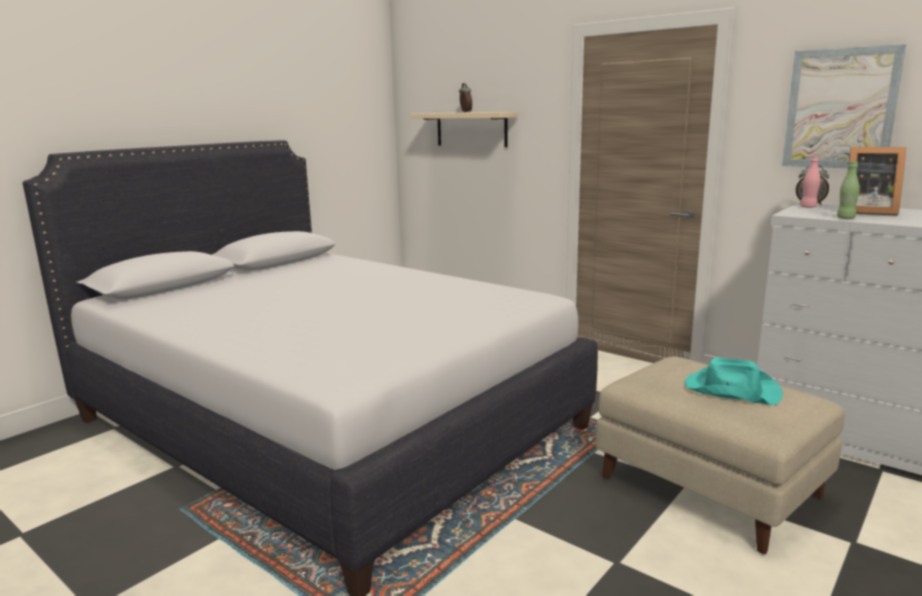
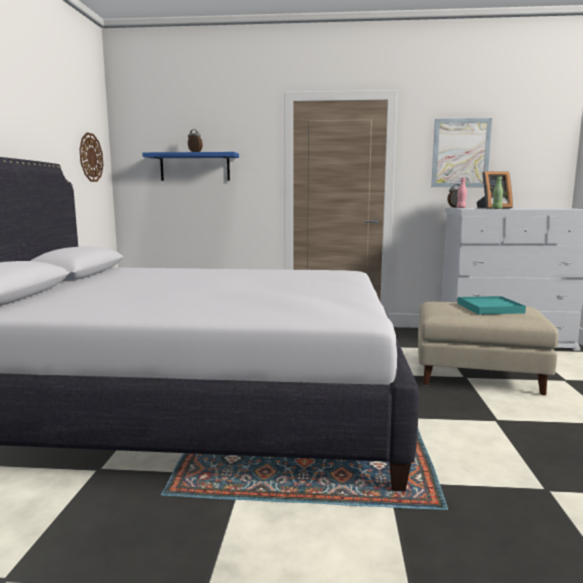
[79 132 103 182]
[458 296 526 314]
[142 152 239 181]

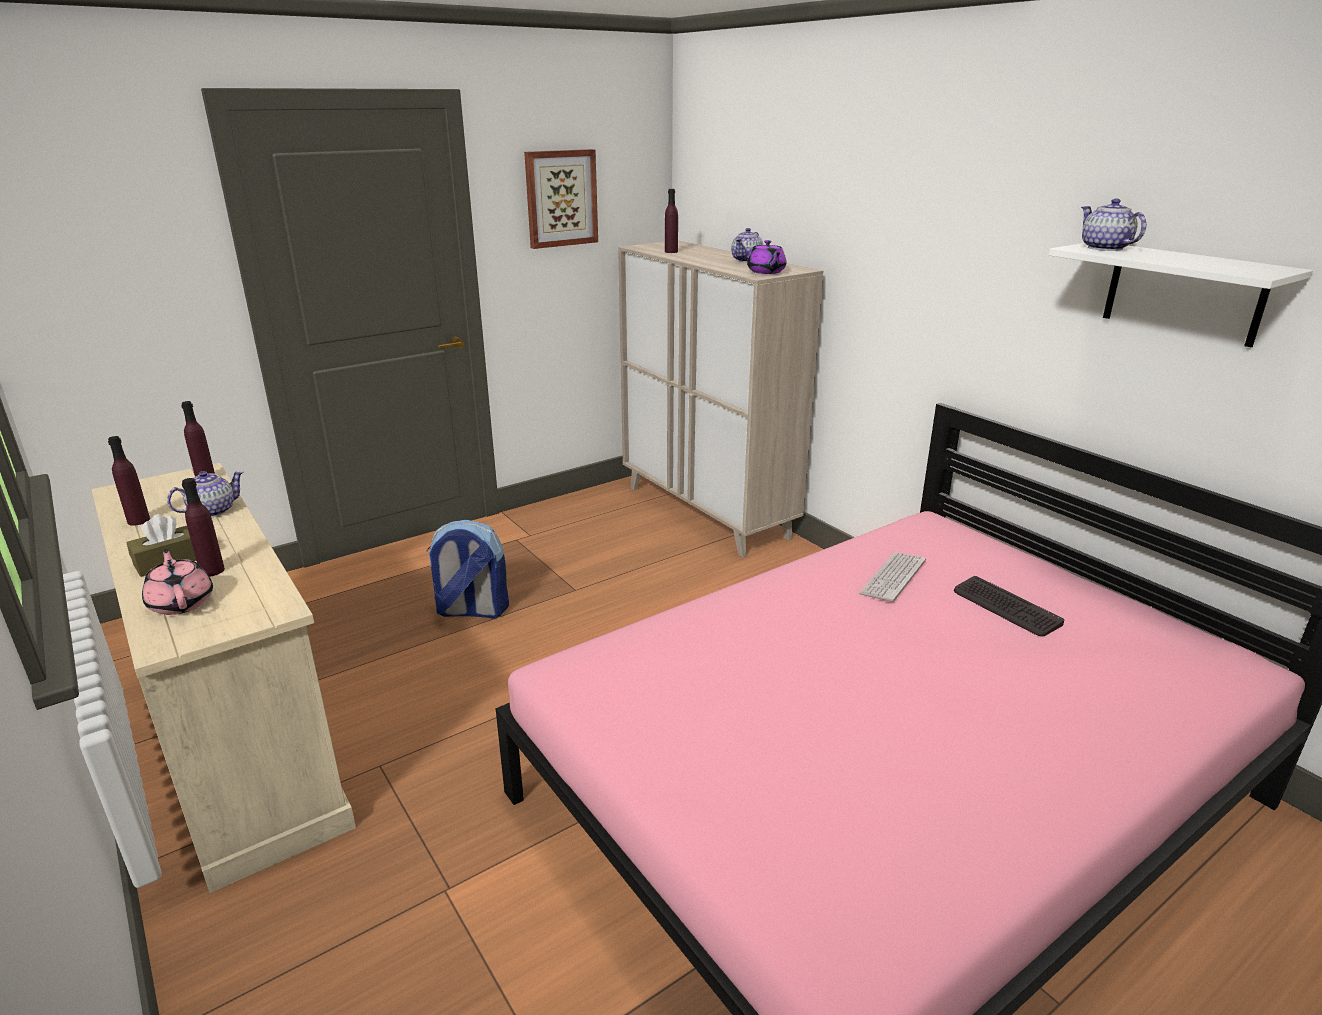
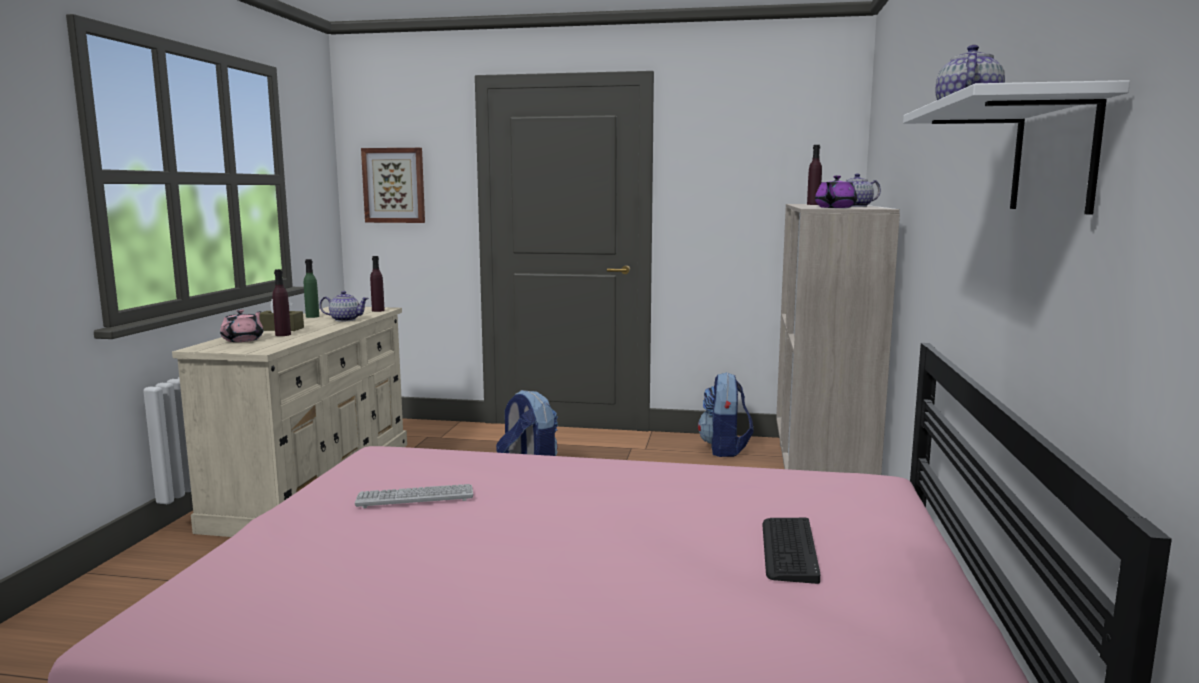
[698 372 754 457]
[361 148 425 223]
[355 484 473 508]
[304 259 319 318]

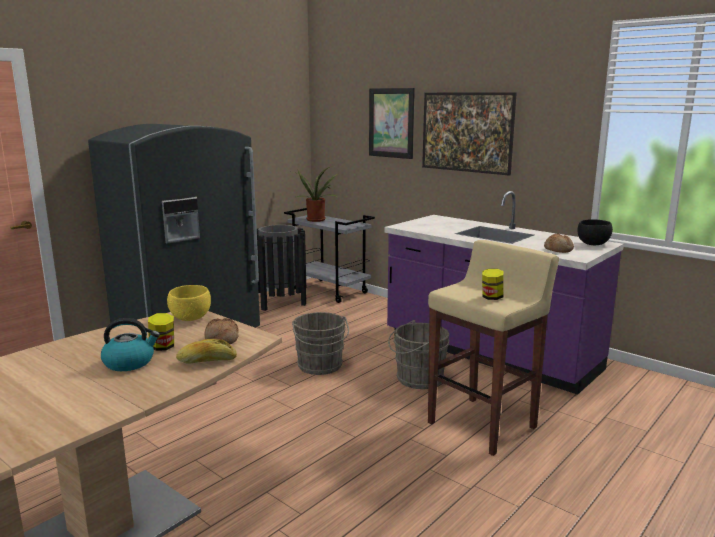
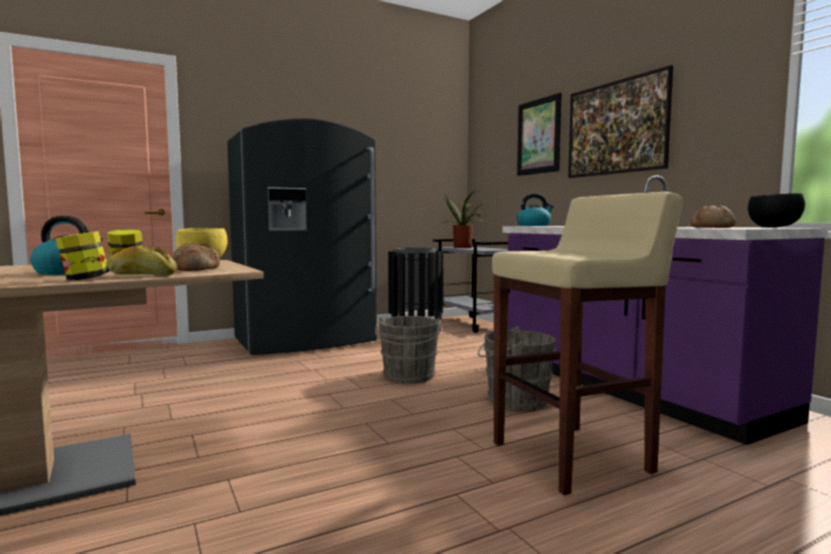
[517 194 554 226]
[55 231 109 280]

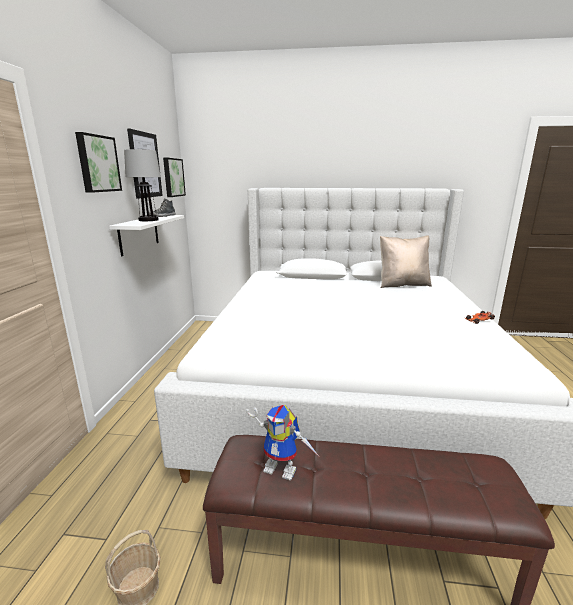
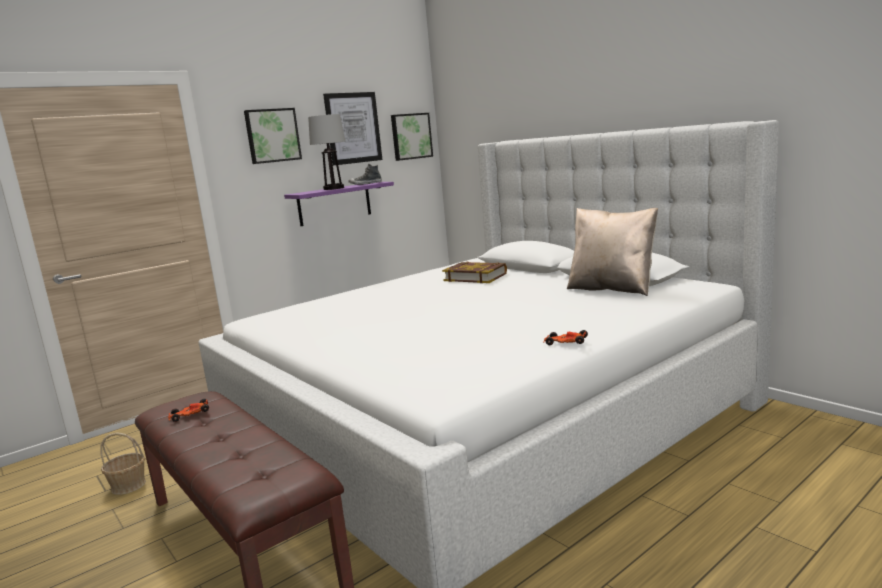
[442 262 507 283]
[168 399 209 422]
[284 182 394 226]

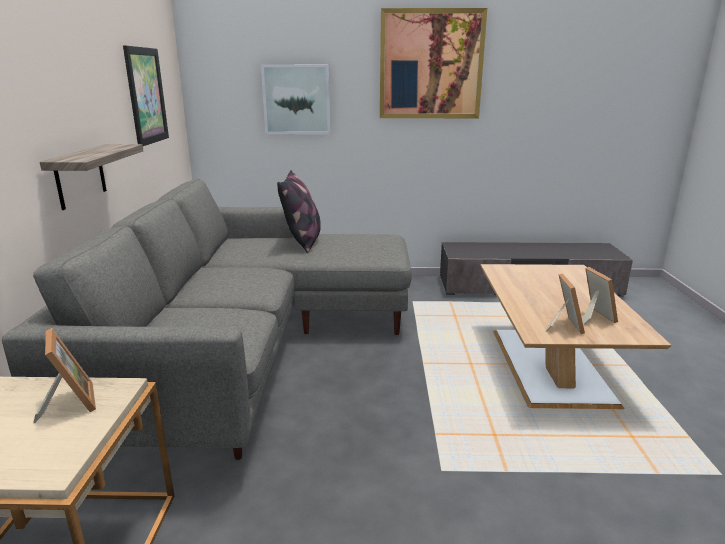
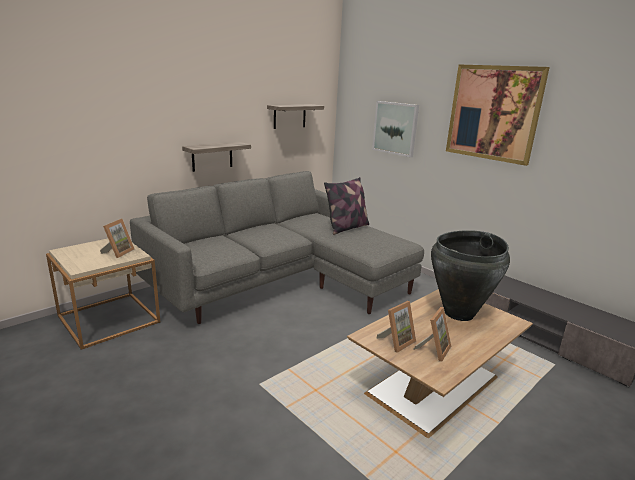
[431 230 510 321]
[267 104 324 129]

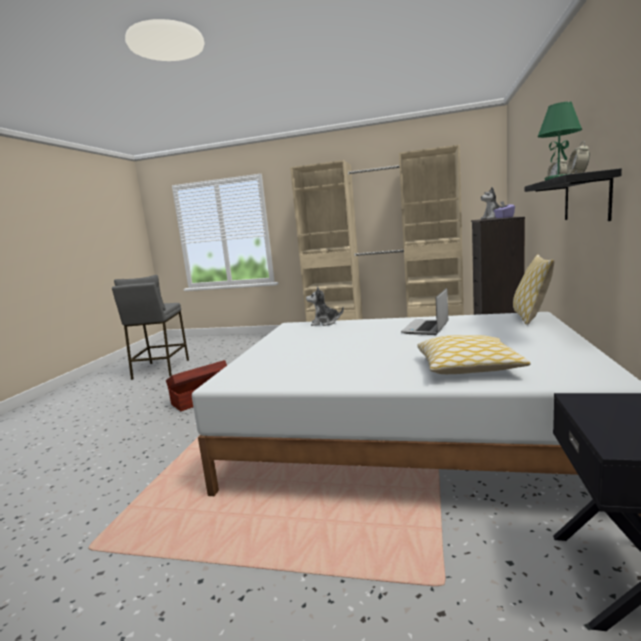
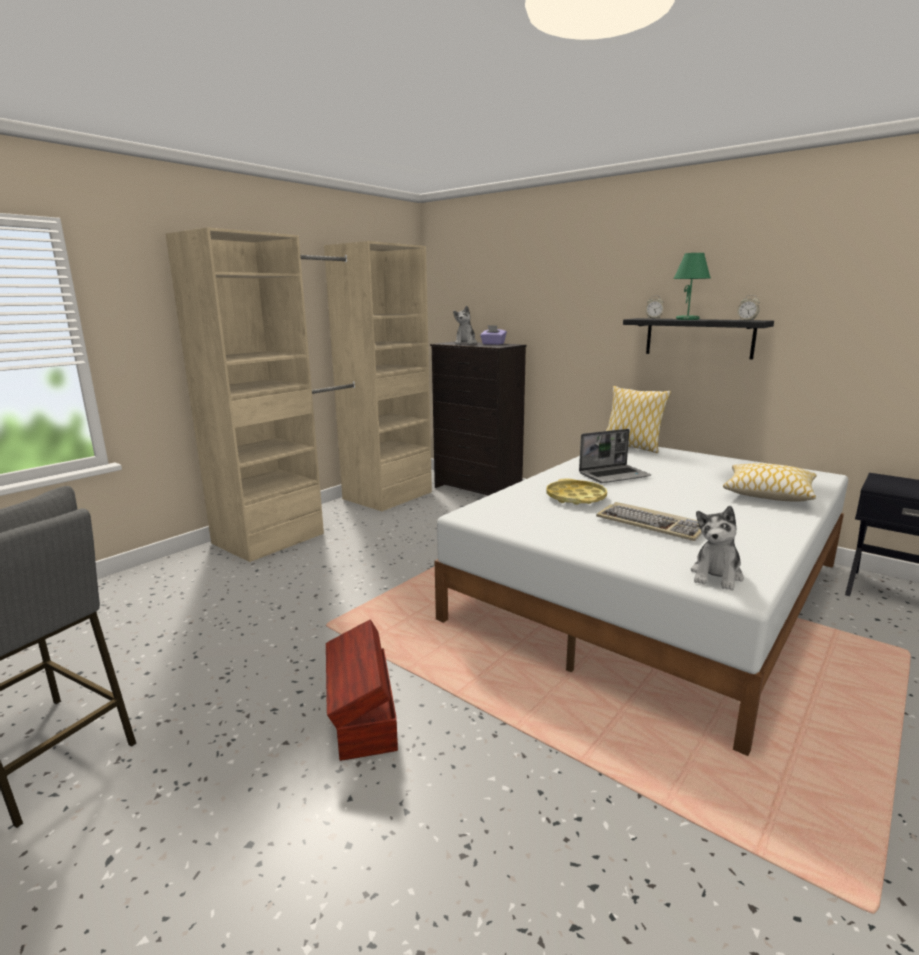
[546 478 607 505]
[596 502 702 541]
[691 506 744 590]
[579 429 651 483]

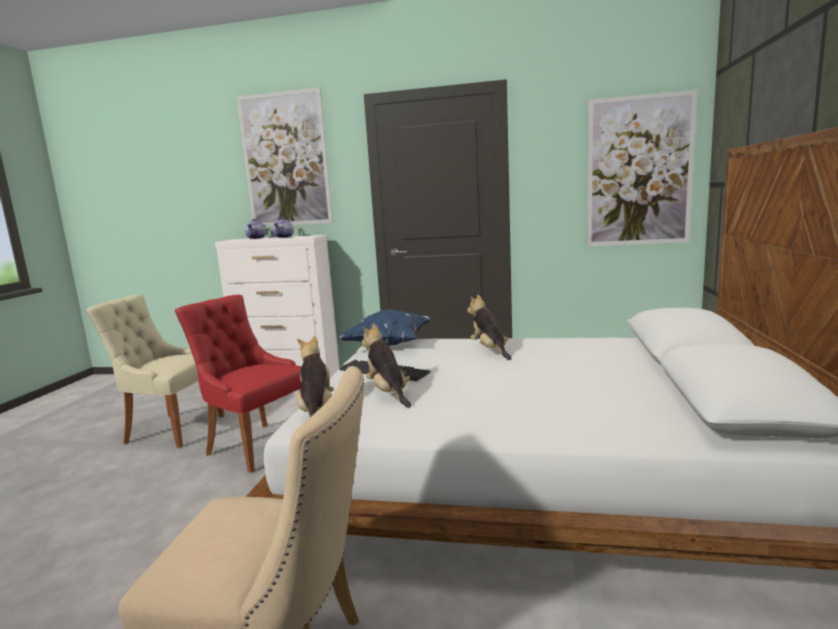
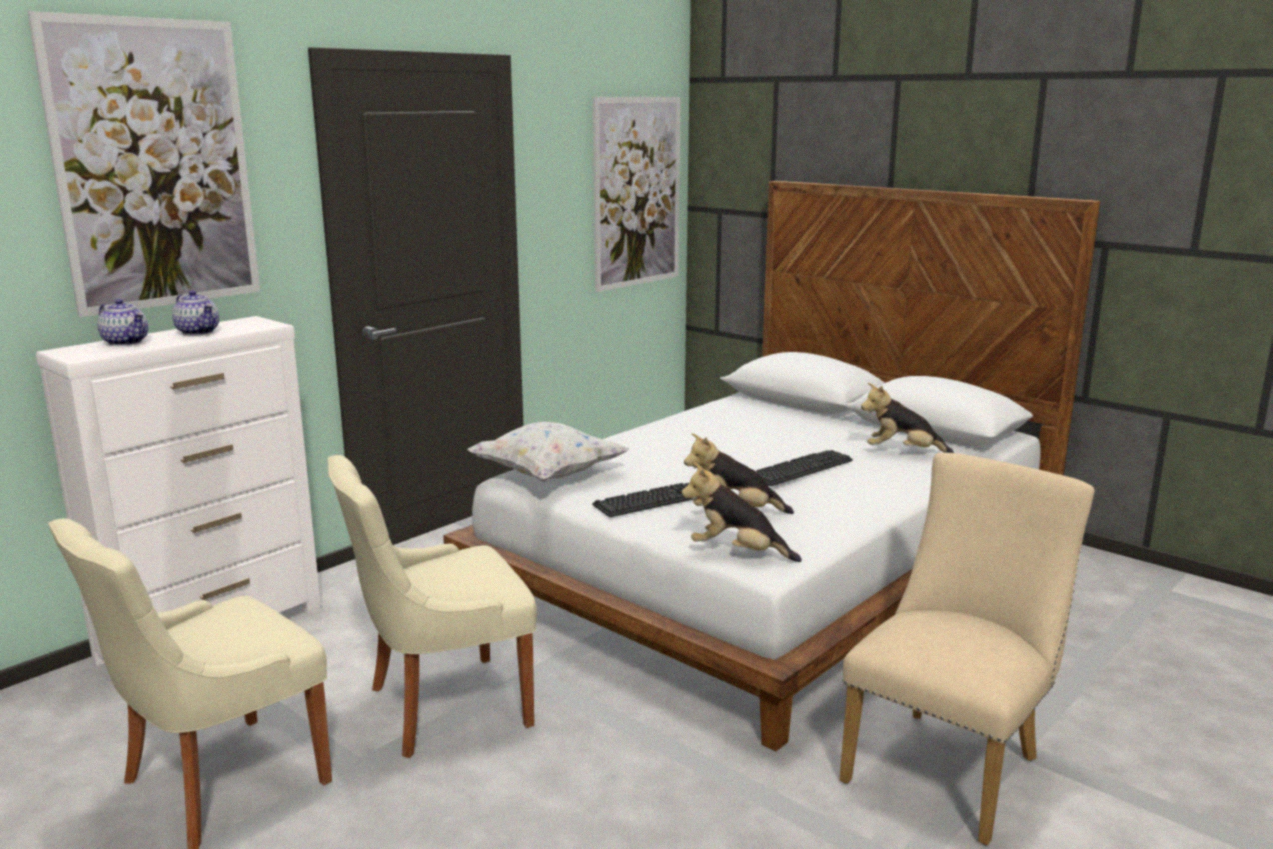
[756 450 853 486]
[861 383 954 453]
[327 455 537 758]
[467 422 630 482]

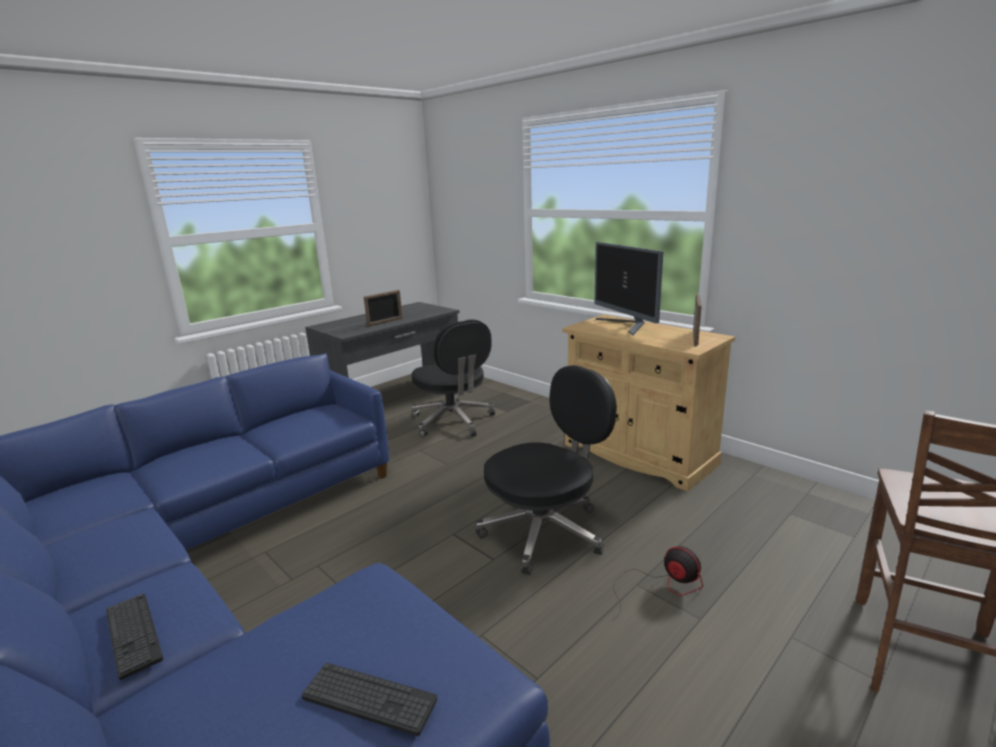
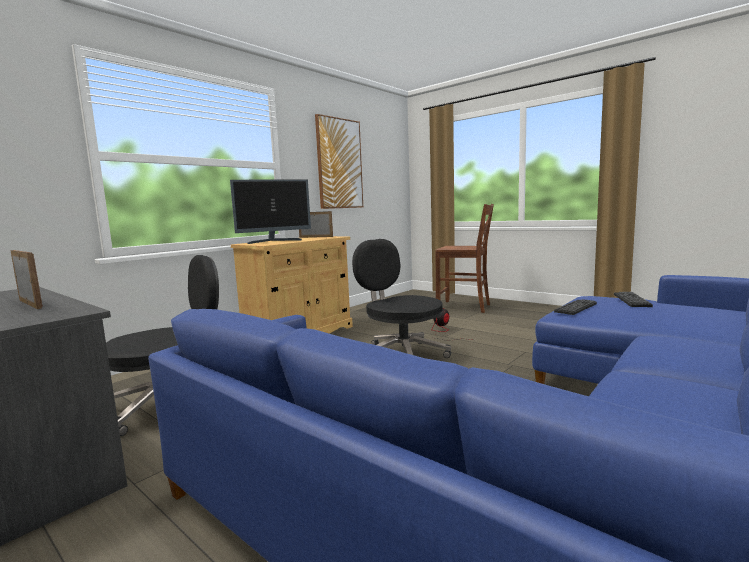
[315 114 363 209]
[554 299 597 315]

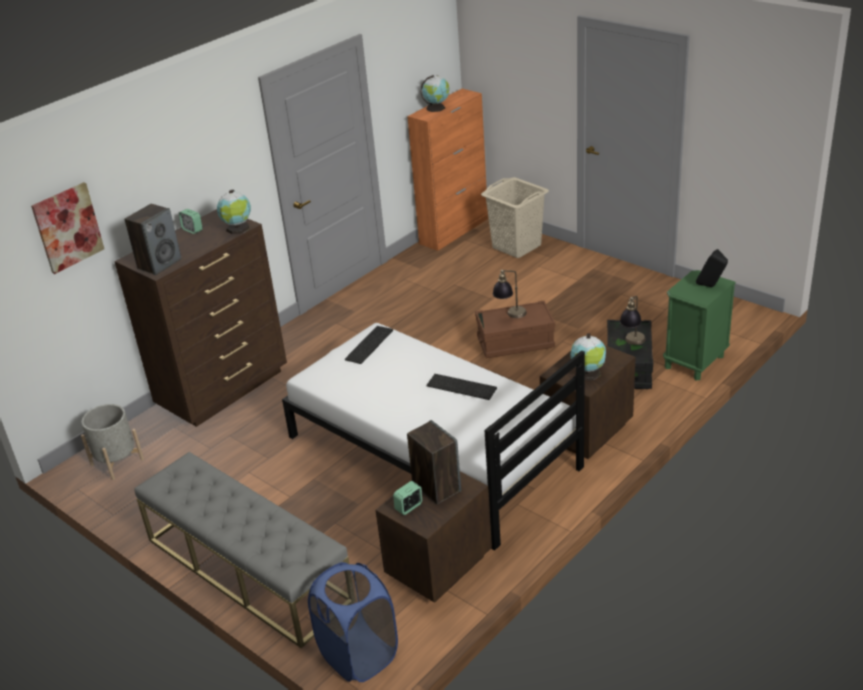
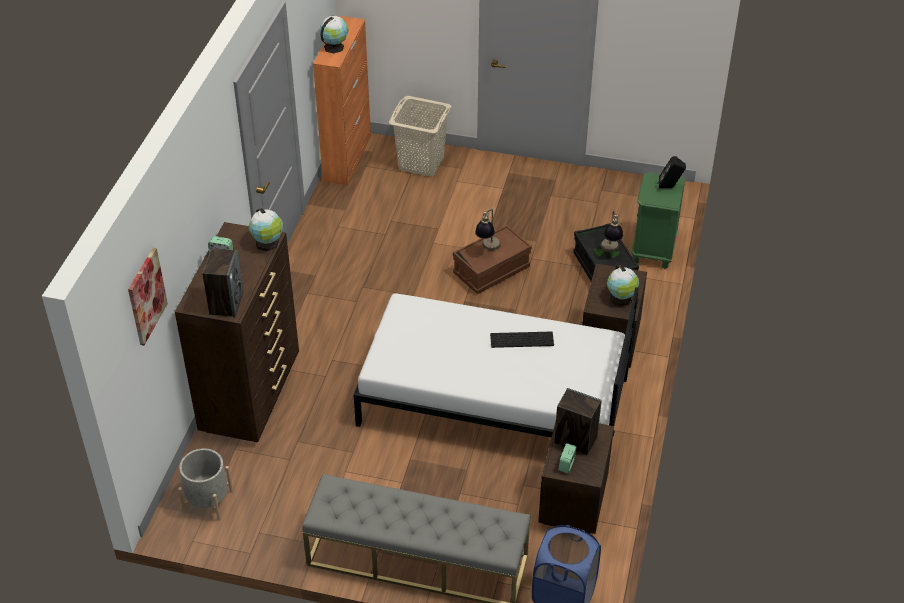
[345 326 393 364] (first image)

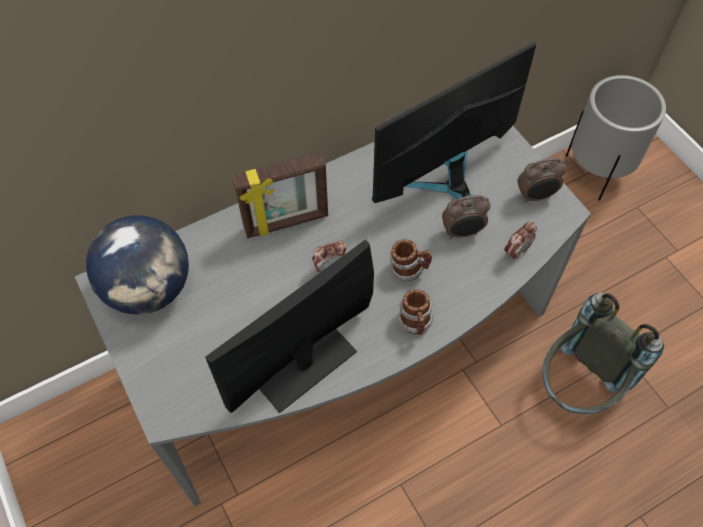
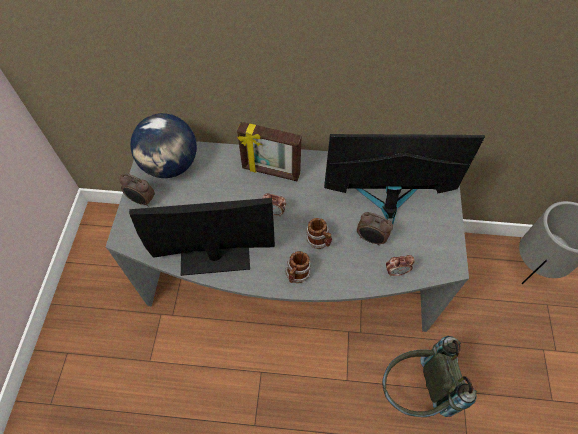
[120 173 155 207]

